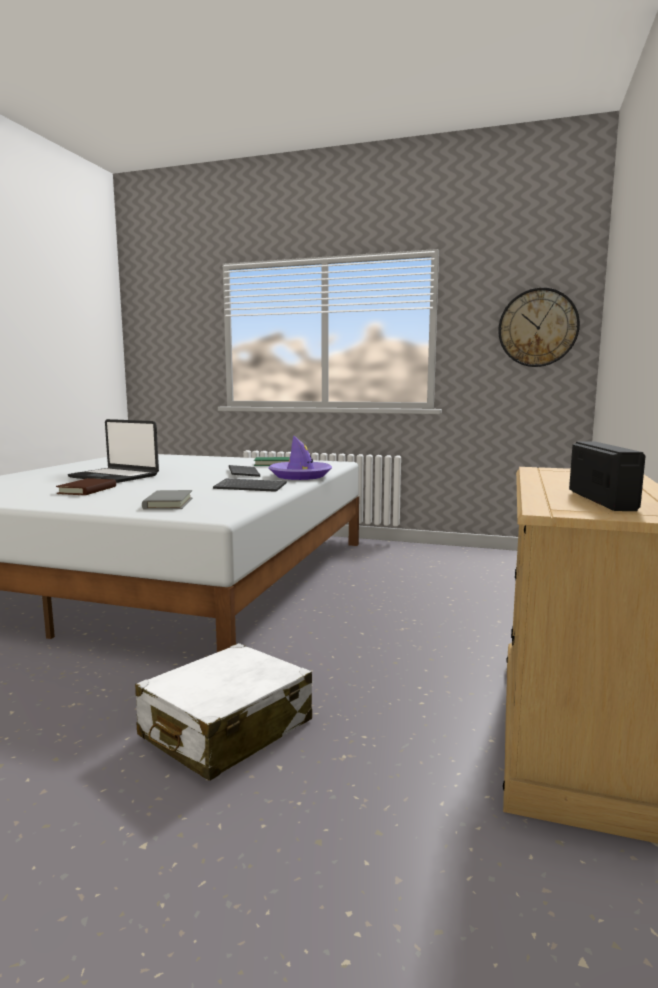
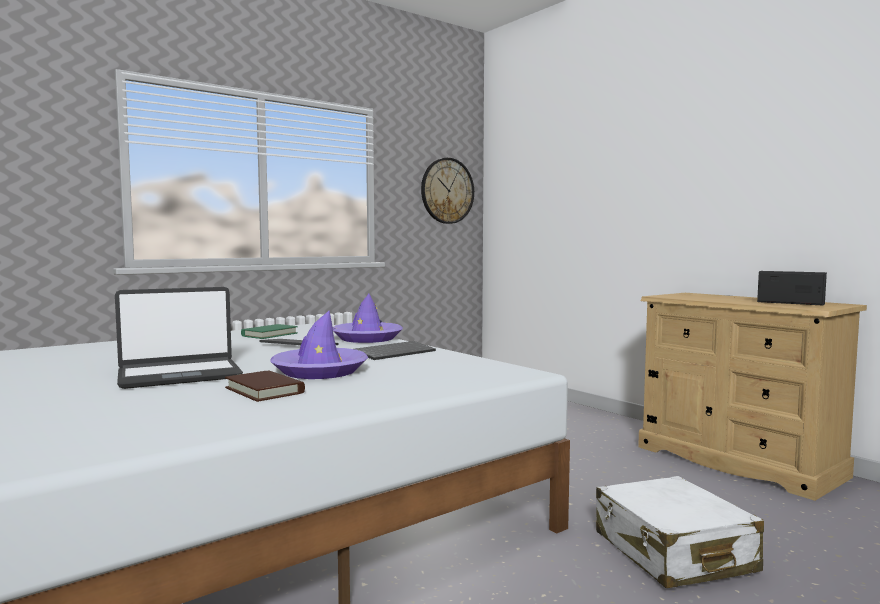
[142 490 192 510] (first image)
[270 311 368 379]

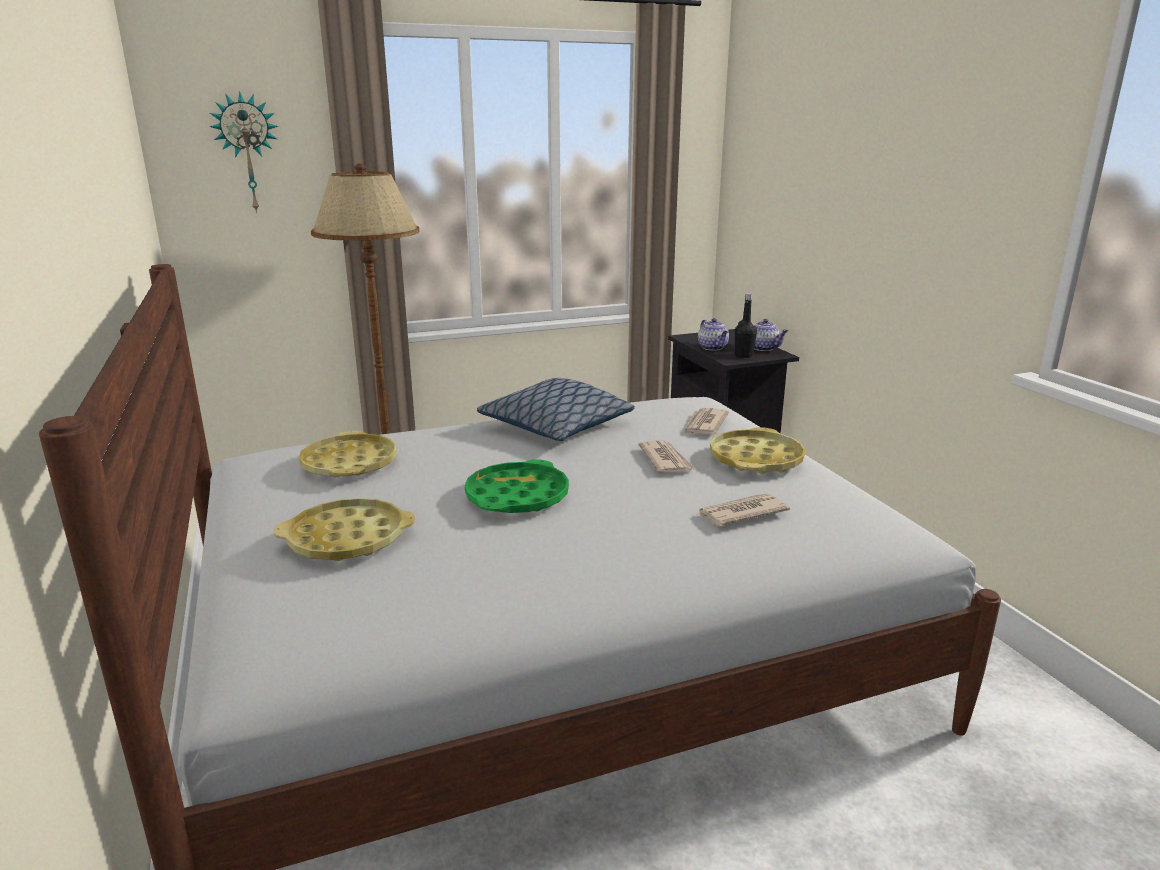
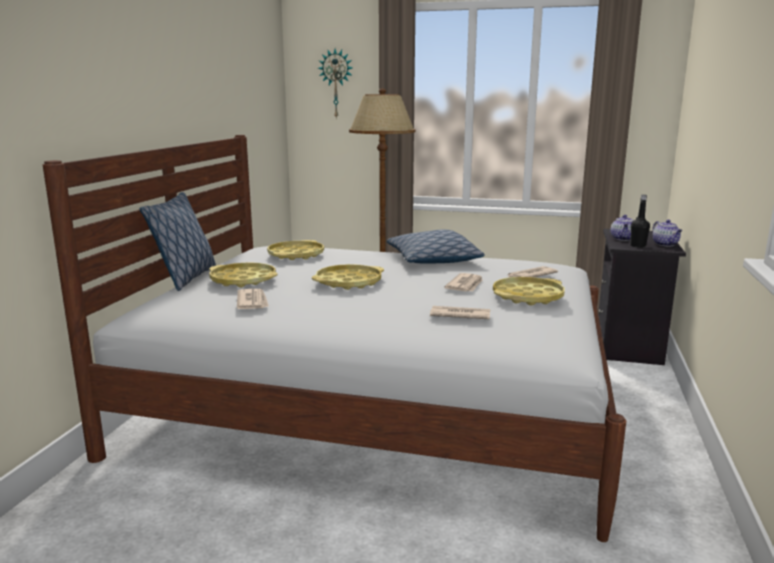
[139 192 216 291]
[237 289 269 309]
[312 264 384 290]

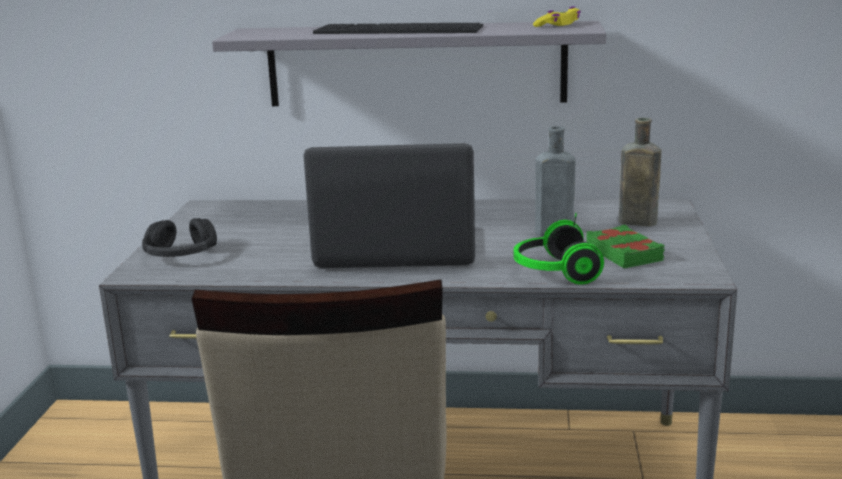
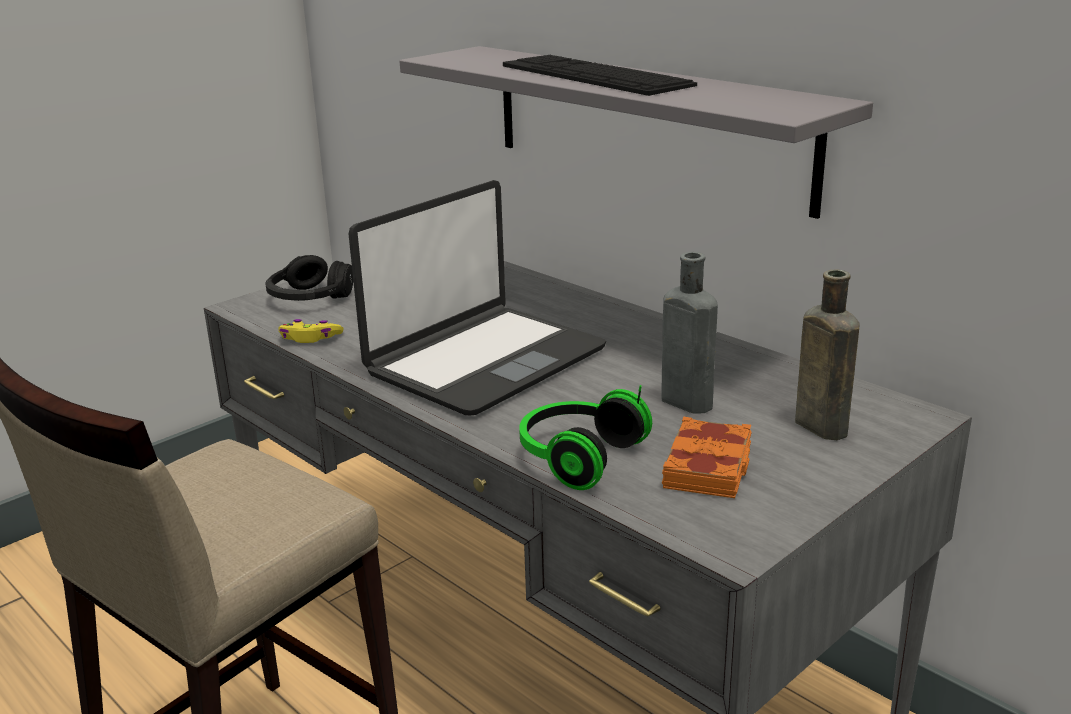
[278 319 343 343]
[662 416 752 498]
[348 180 606 415]

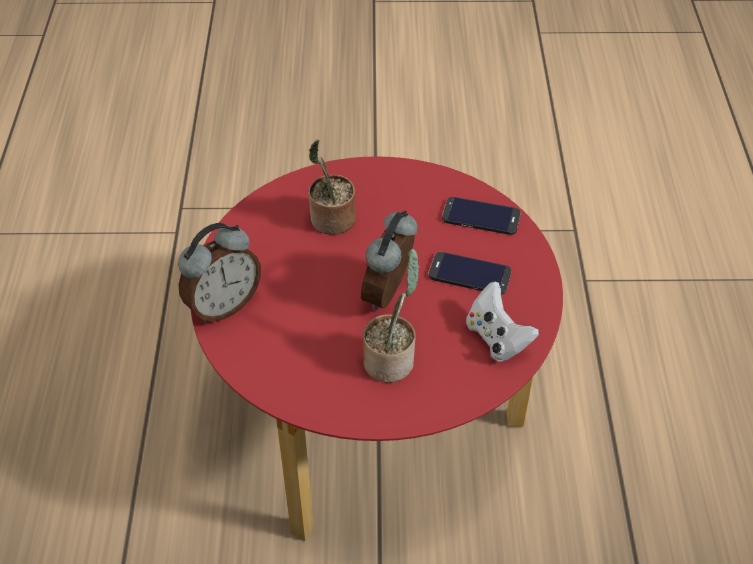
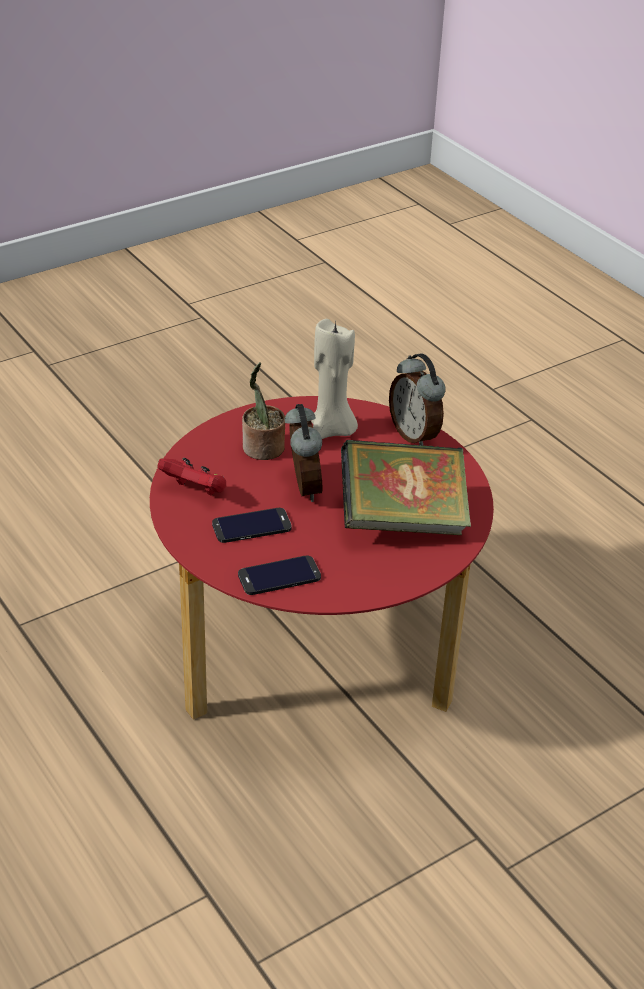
[311 319 358 439]
[341 440 471 535]
[157 458 227 496]
[389 354 445 446]

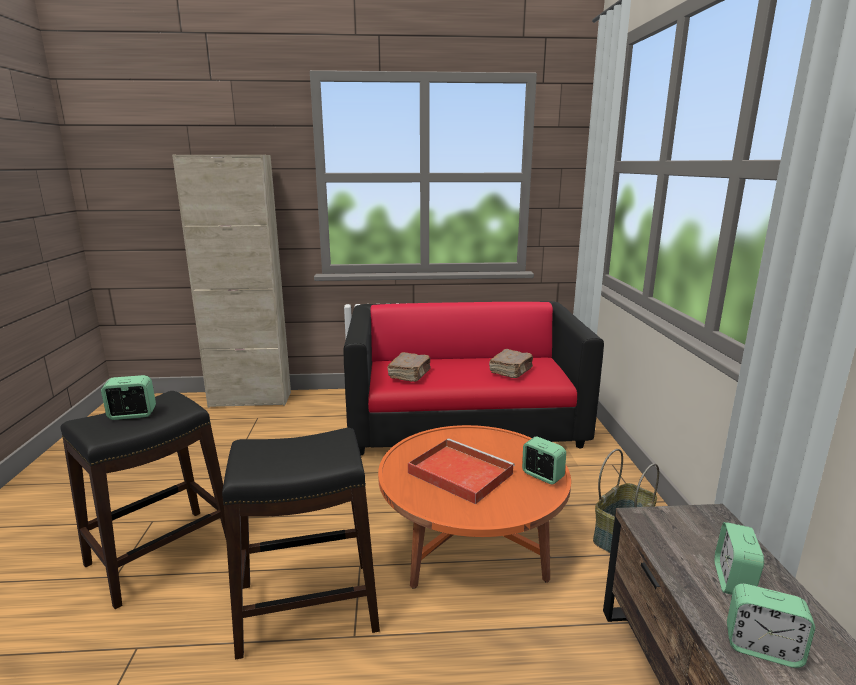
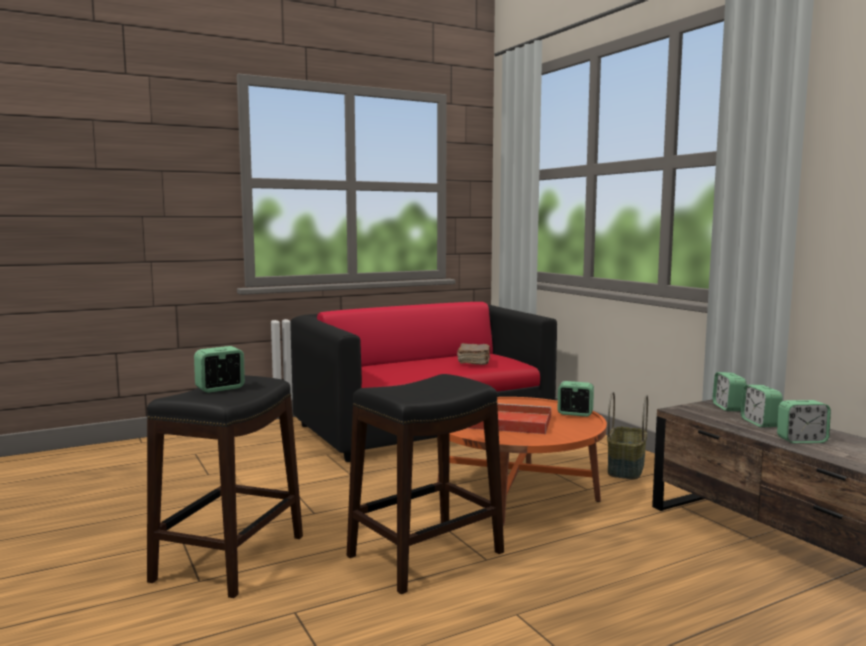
[172 155 291 408] (first image)
[387 352 431 382] (first image)
[712 372 746 411]

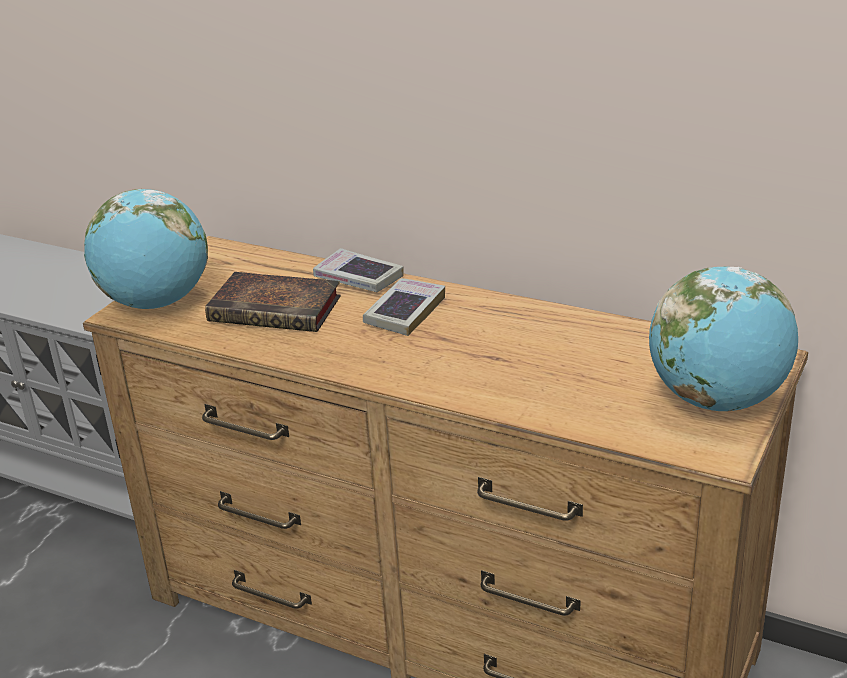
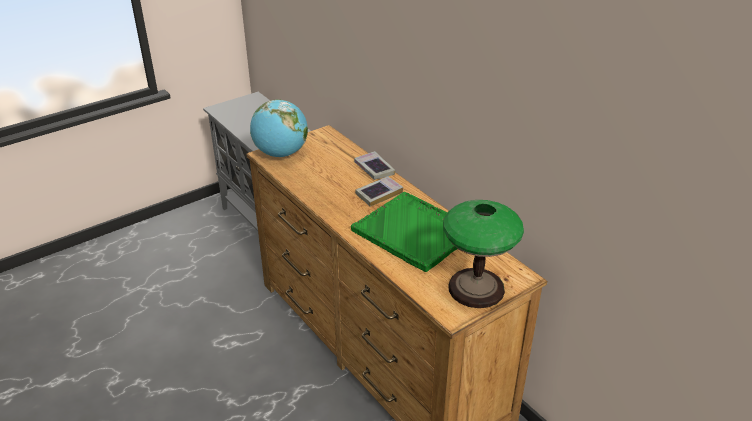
[205 272 341 332] (first image)
[351 192 458 272]
[443 200 524 308]

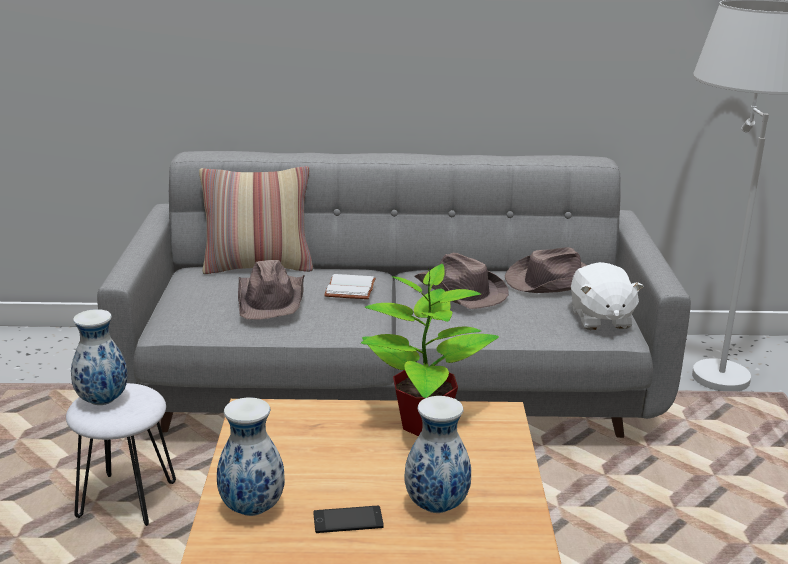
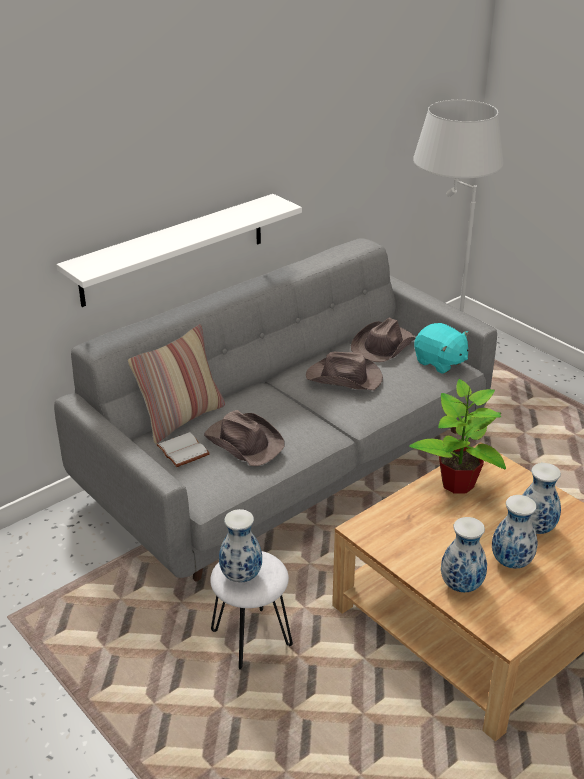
[56 194 302 307]
[157 432 210 467]
[492 495 537 569]
[414 323 469 374]

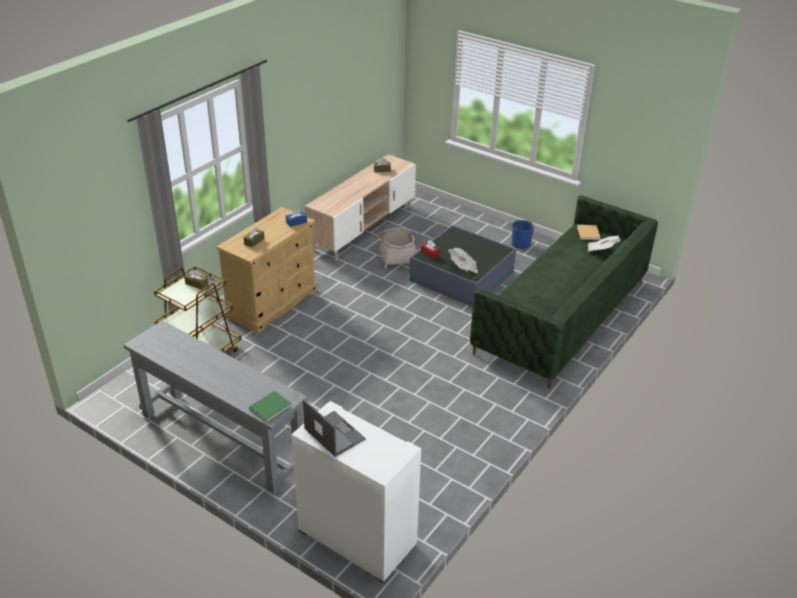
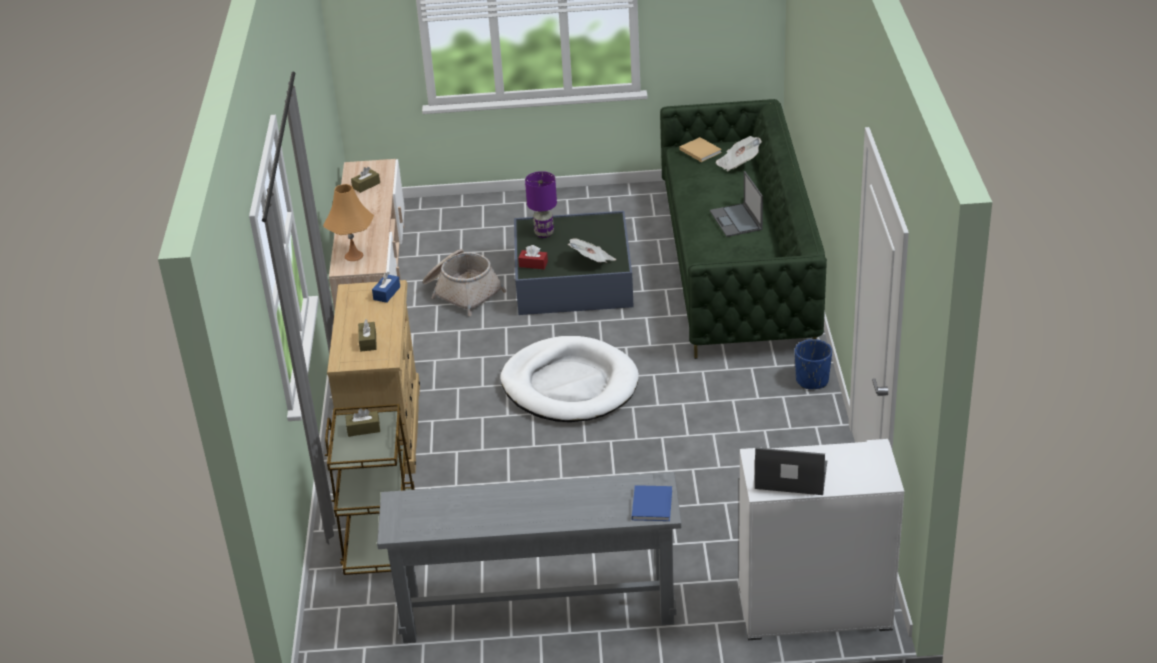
[323 184 374 261]
[500 336 639 422]
[525 171 557 238]
[710 171 763 237]
[795 339 832 389]
[632 485 672 521]

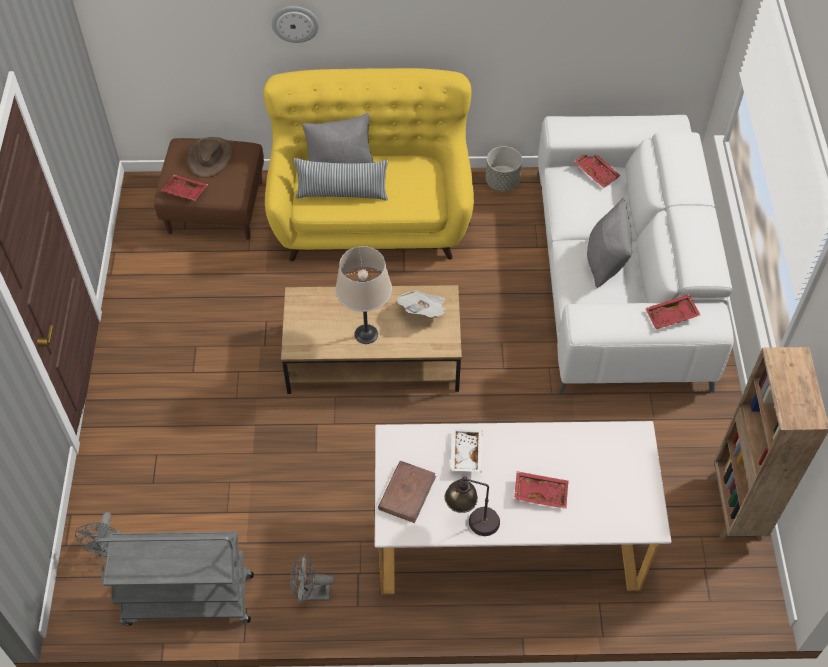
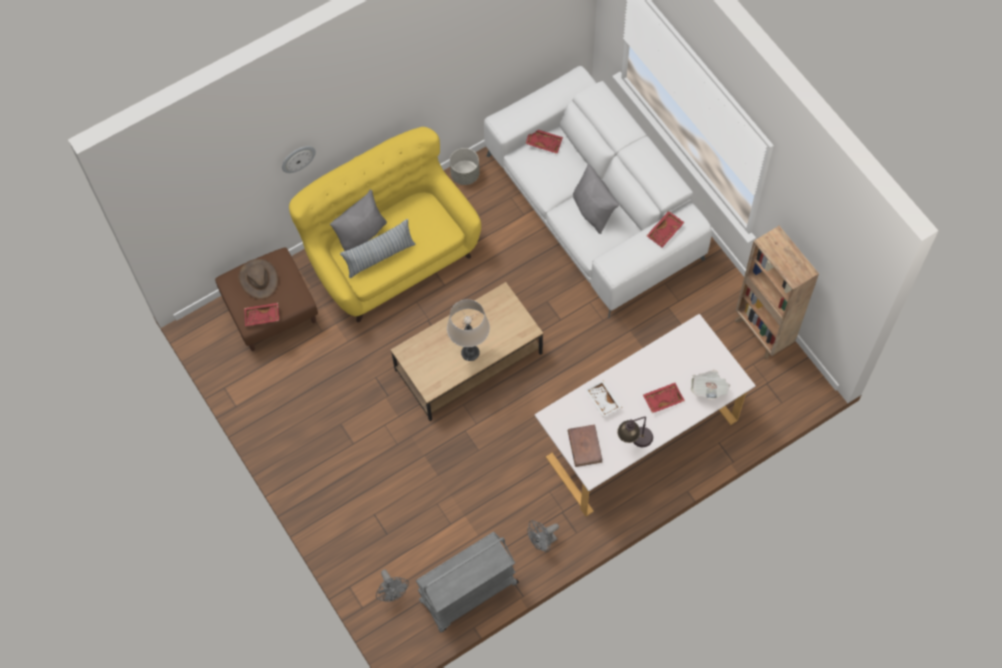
[691 370 730 400]

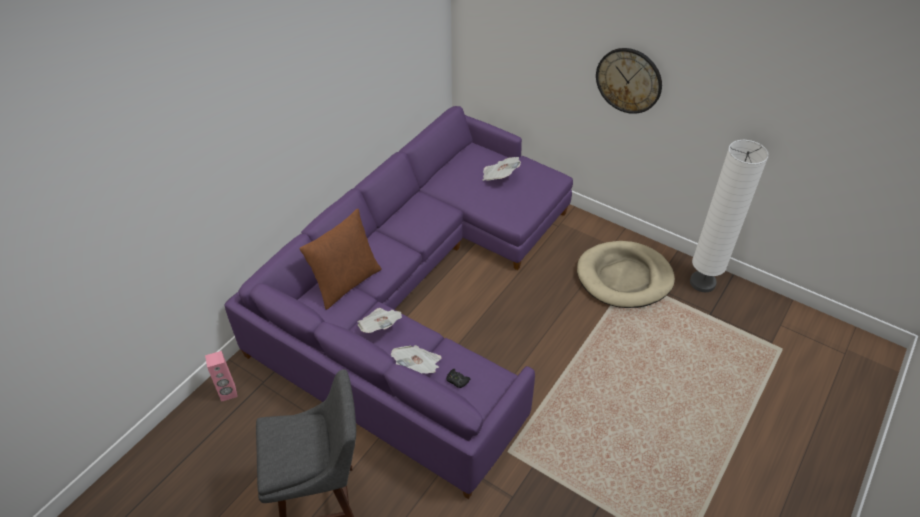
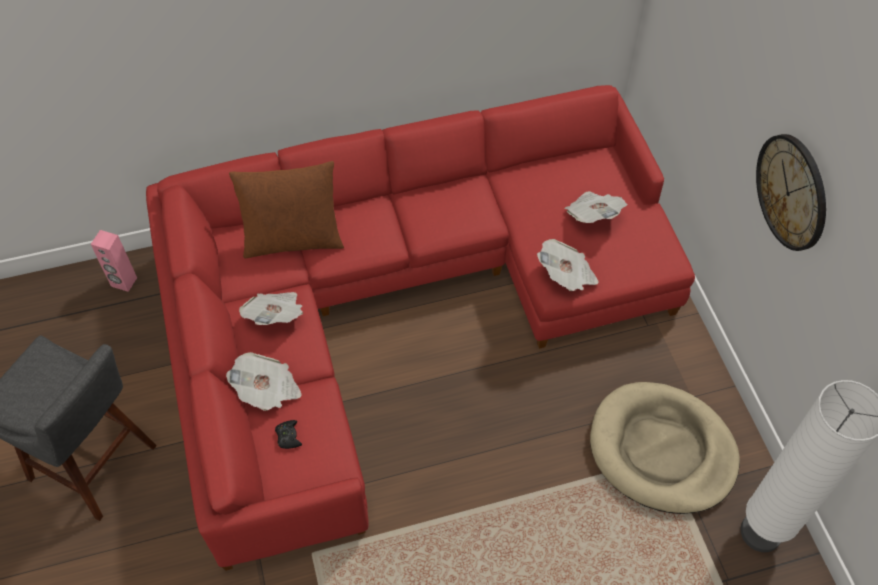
[537 239 599 292]
[146 85 695 571]

